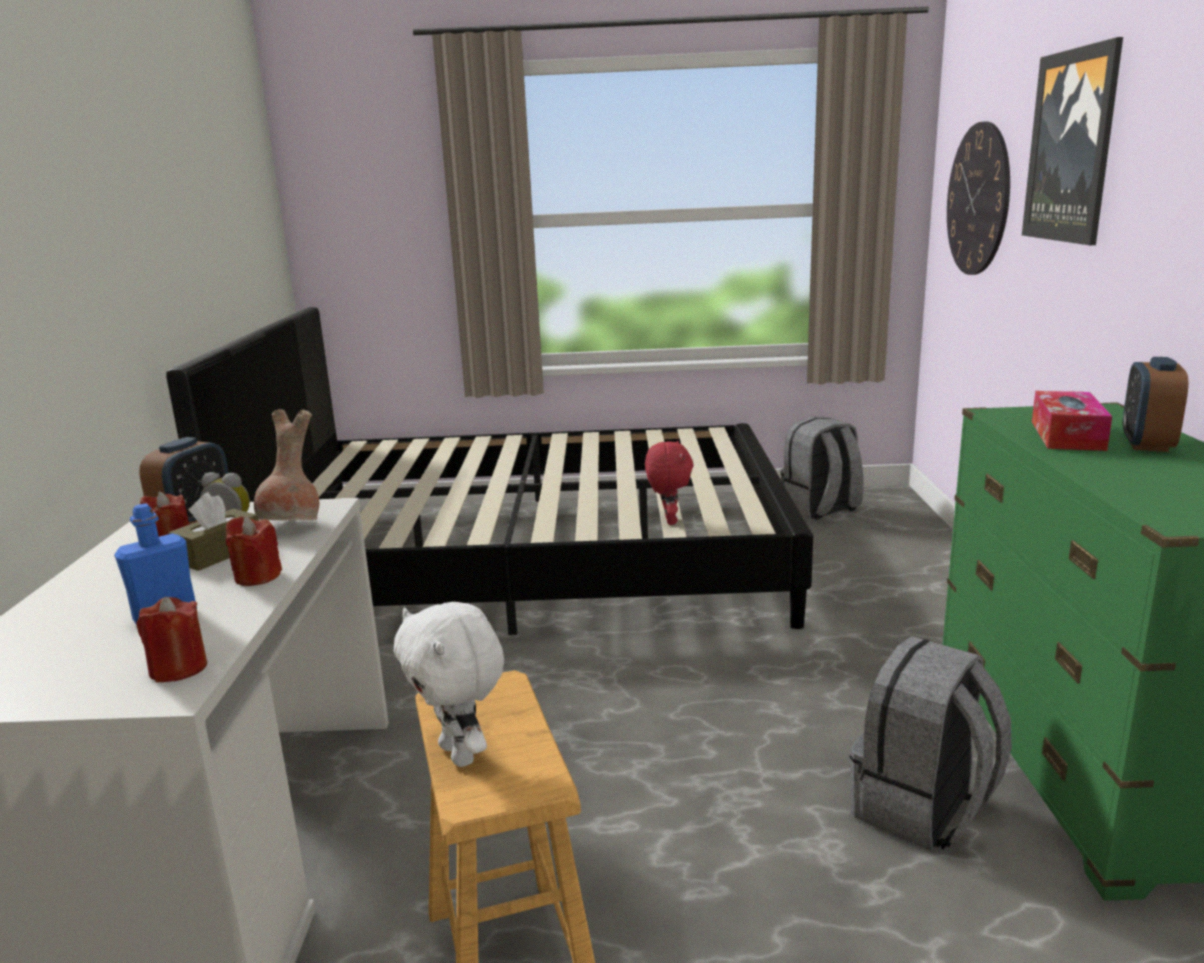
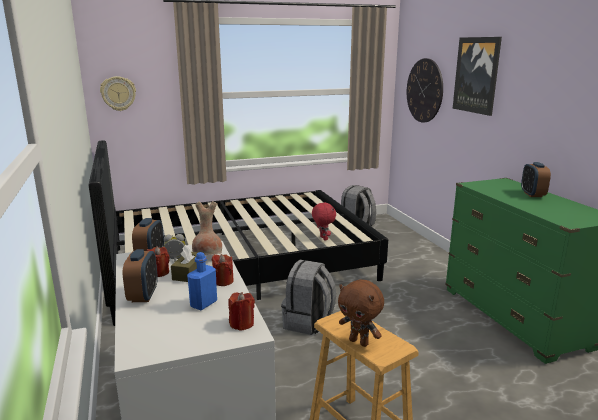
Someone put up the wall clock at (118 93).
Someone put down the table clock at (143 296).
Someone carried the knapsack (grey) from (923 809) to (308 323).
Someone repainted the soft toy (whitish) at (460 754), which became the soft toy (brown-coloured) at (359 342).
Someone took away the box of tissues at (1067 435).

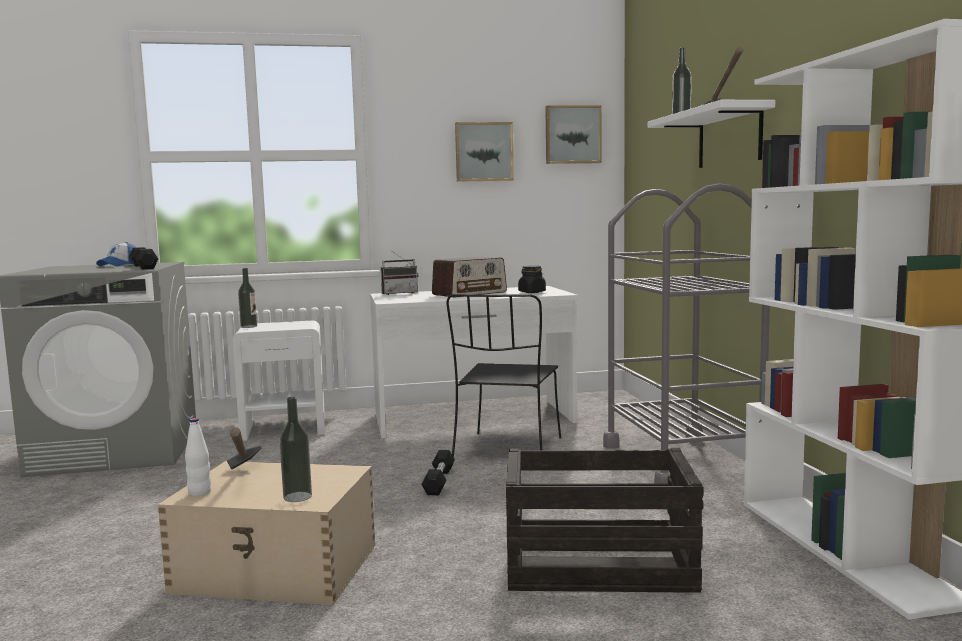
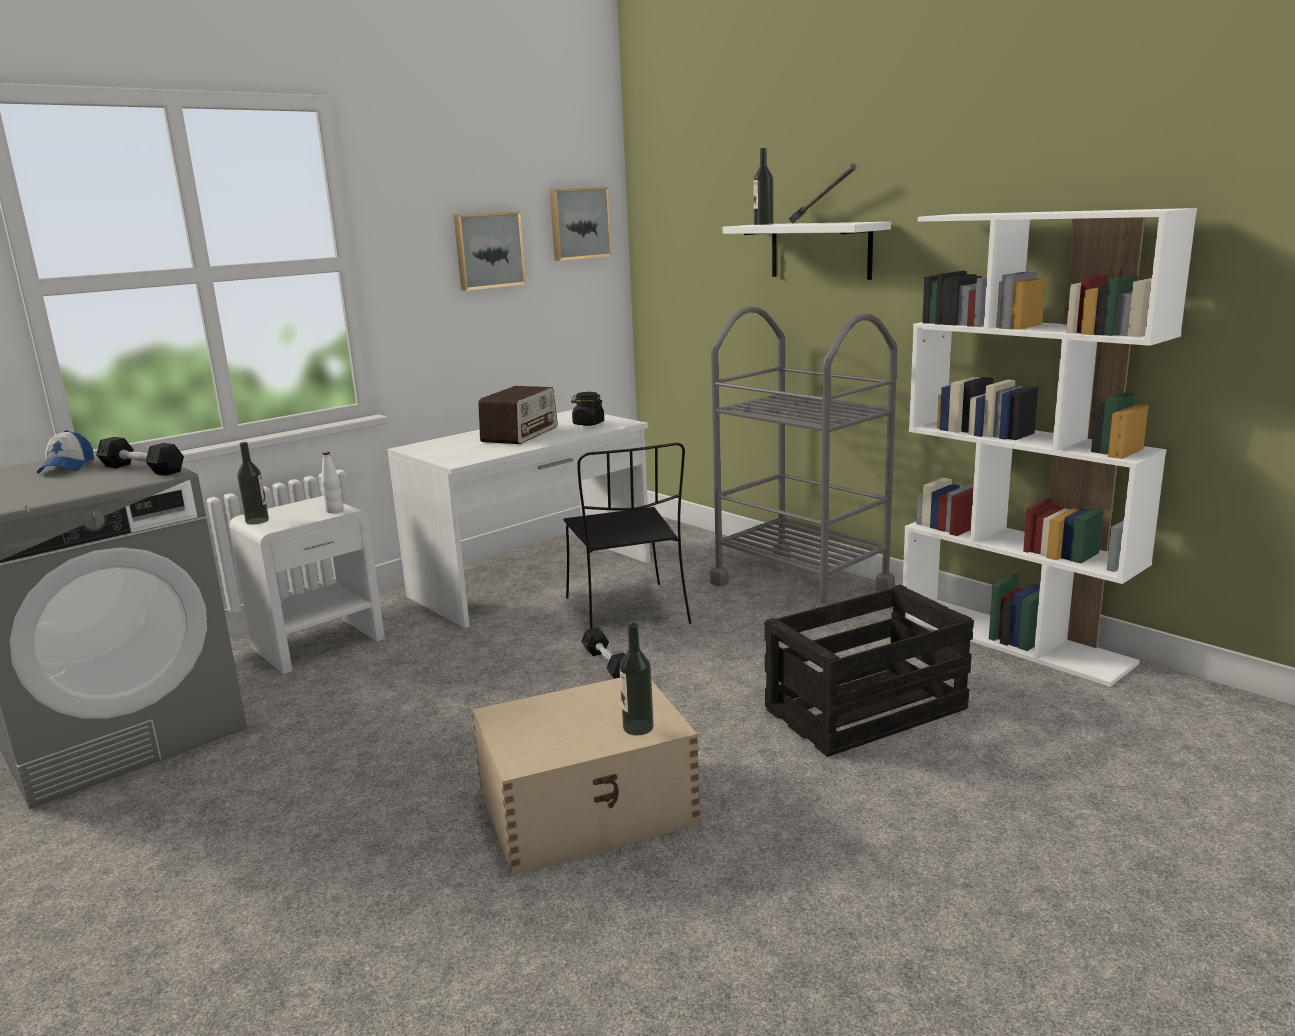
Someone carried the bottle (whitish) from (199 492) to (334 510).
Someone took away the hand hammer at (244 480).
Someone took away the radio at (399 293).

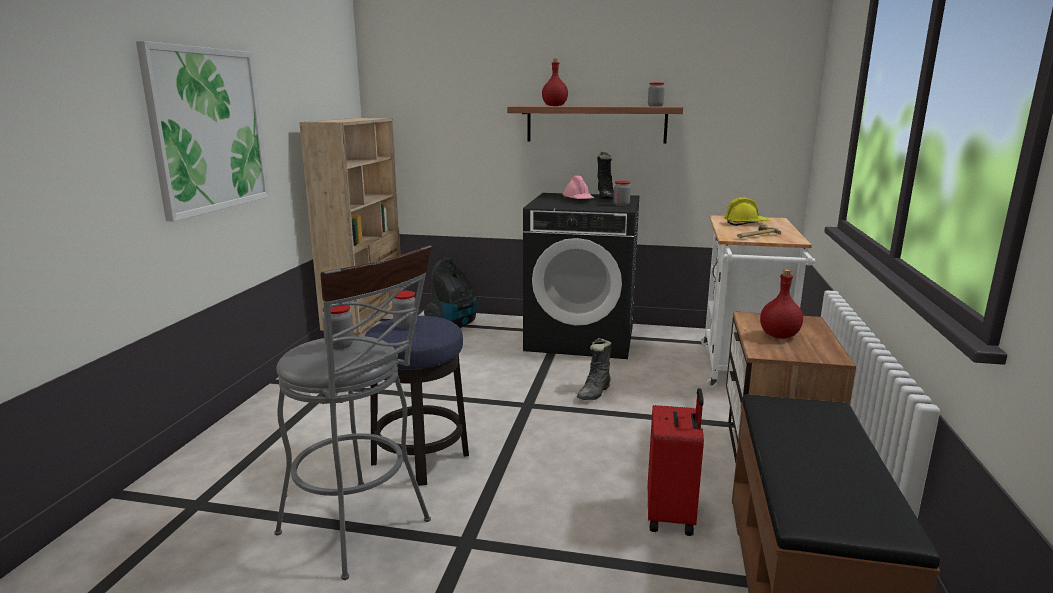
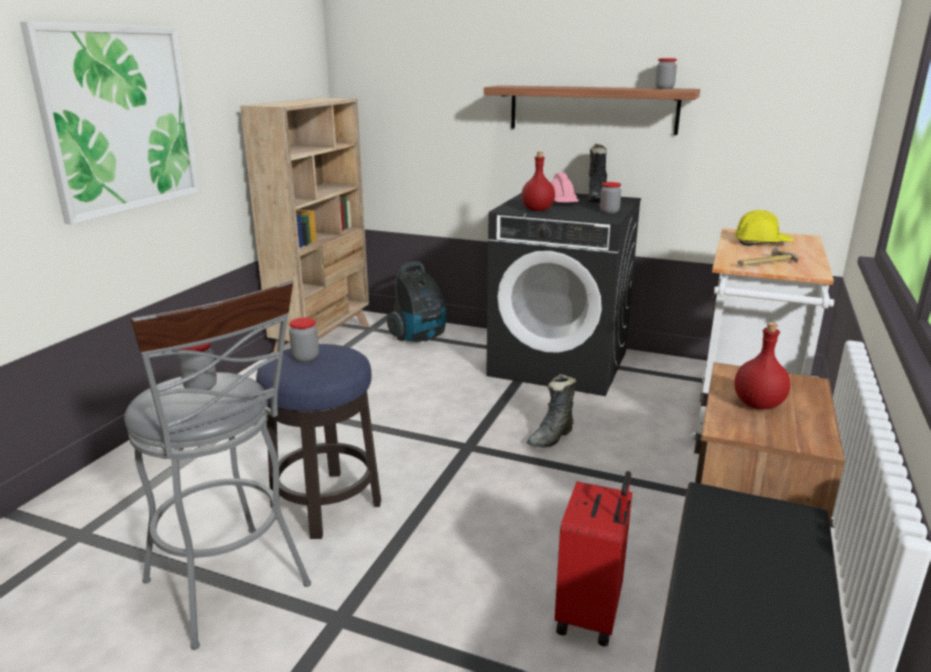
Someone carried the bottle (red-coloured) from (555 106) to (538 210).

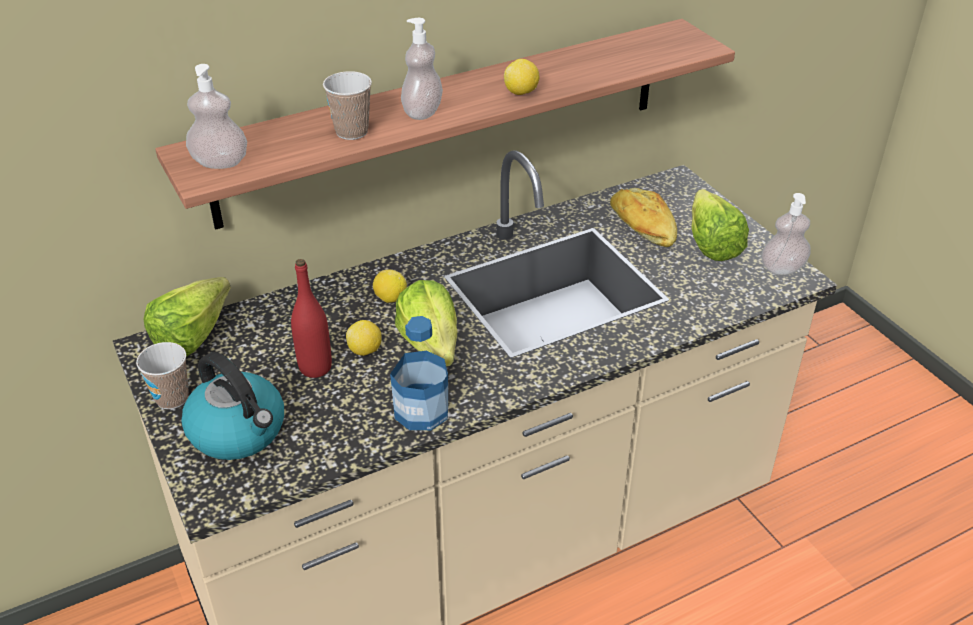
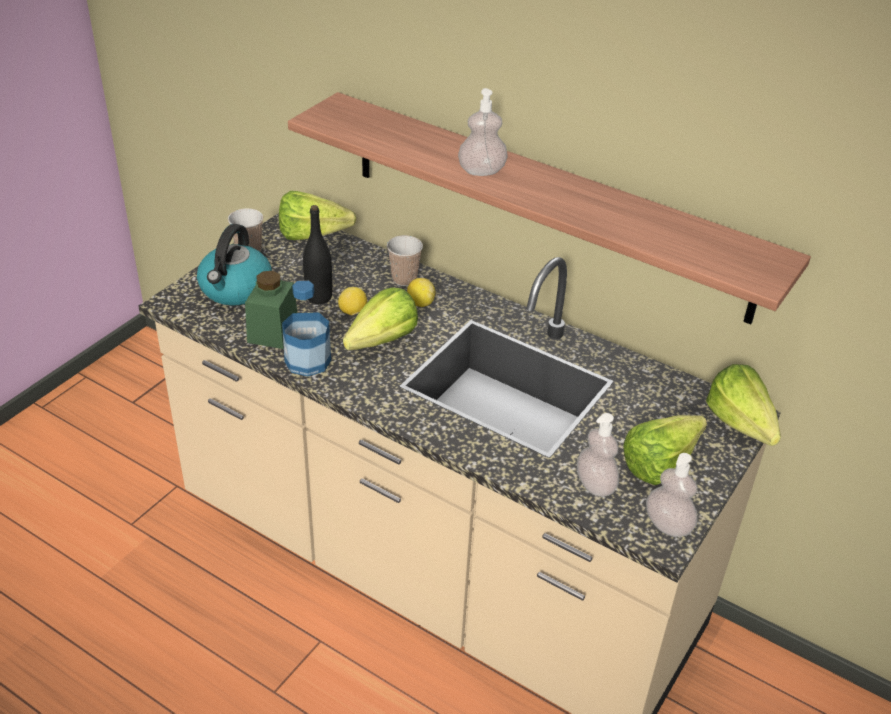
Someone put down the storage jar (green) at (273 331).
Someone repainted the bottle (red-coloured) at (315 367), which became the bottle (blackish) at (319 297).
Someone carried the cup from (352 132) to (404 279).
Someone carried the liquid soap bottle from (220 162) to (595 485).
Someone put down the head of lettuce at (742 430).
Someone took away the whole lemon at (521 92).
Someone took away the baked bread at (641 228).

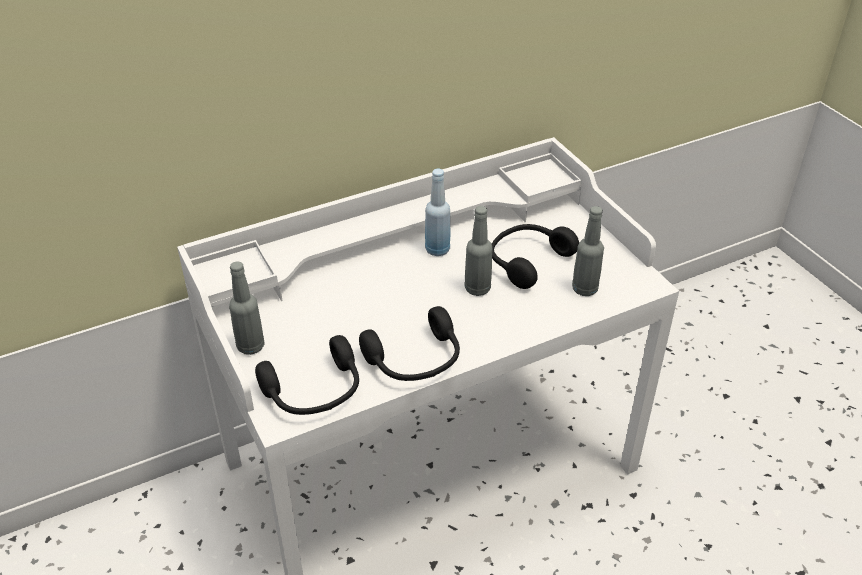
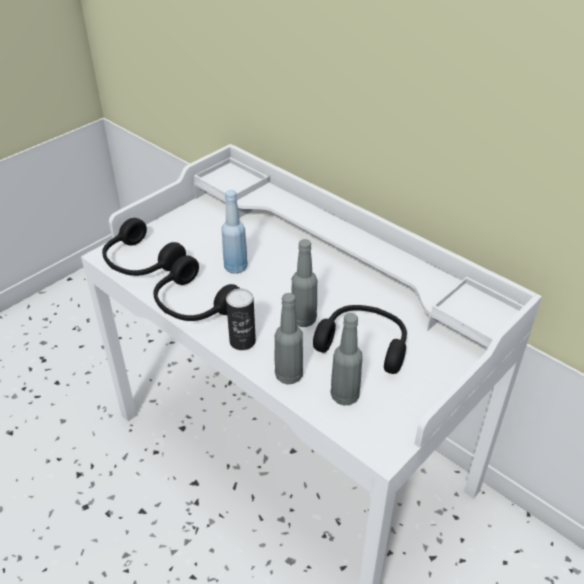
Someone carried the bottle (blue) from (437 250) to (235 267).
Someone put down the metal can at (242 341).
Someone carried the bottle (grey) from (251 346) to (289 375).

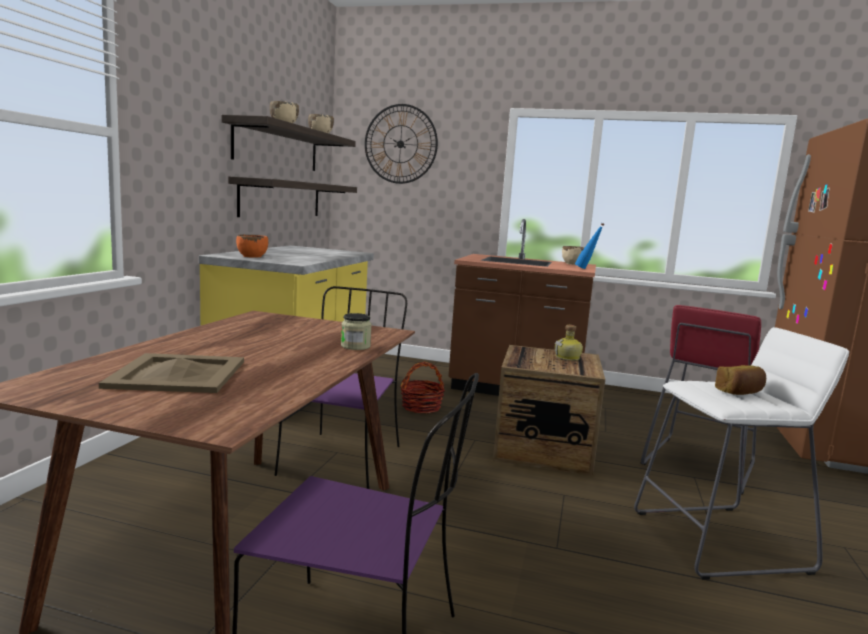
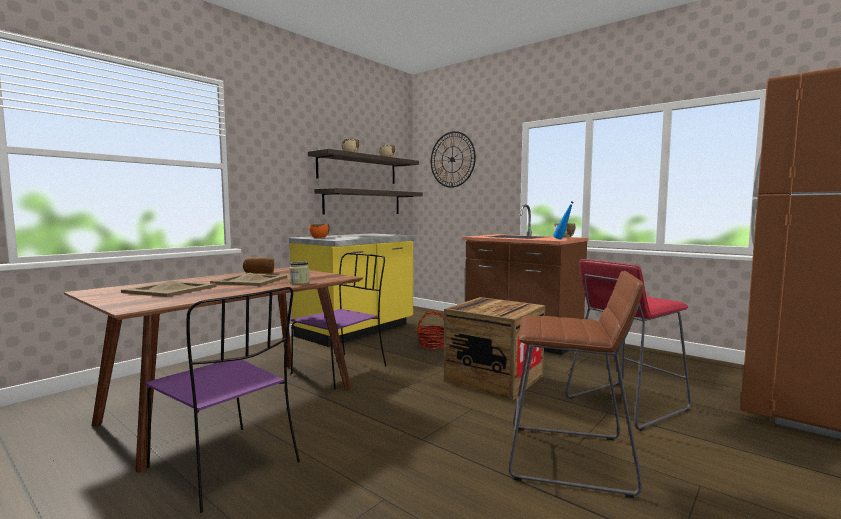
Someone put down the carrying tray (beige-coloured) at (251 280).
Someone carried the baked bread from (740 392) to (259 273).
Someone repainted the sitting stool (whitish) at (720 541), which became the sitting stool (brown-coloured) at (569 458).
Someone took away the bottle at (568 358).

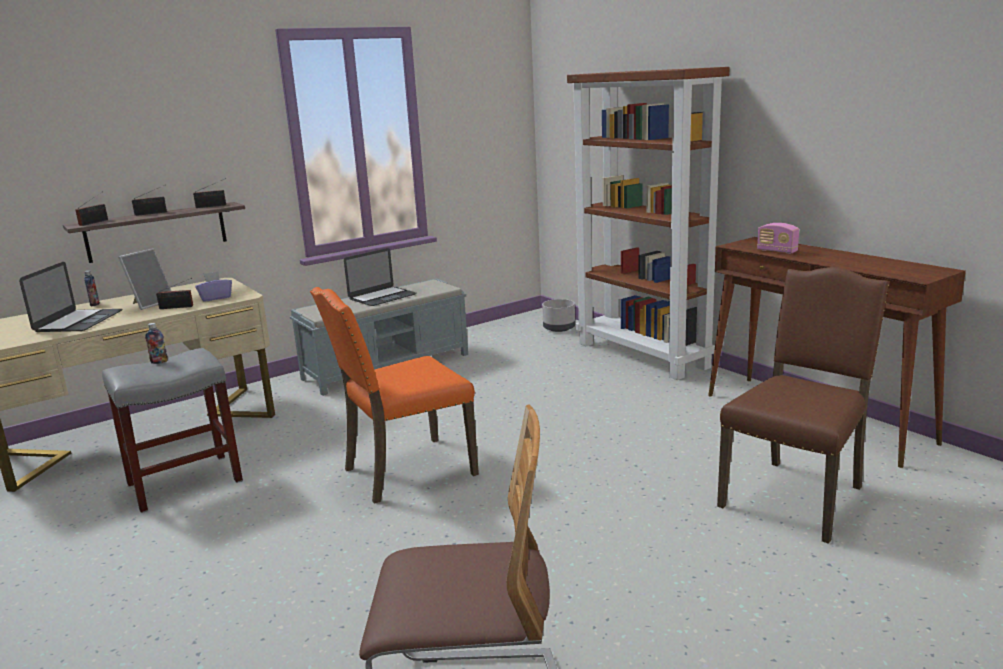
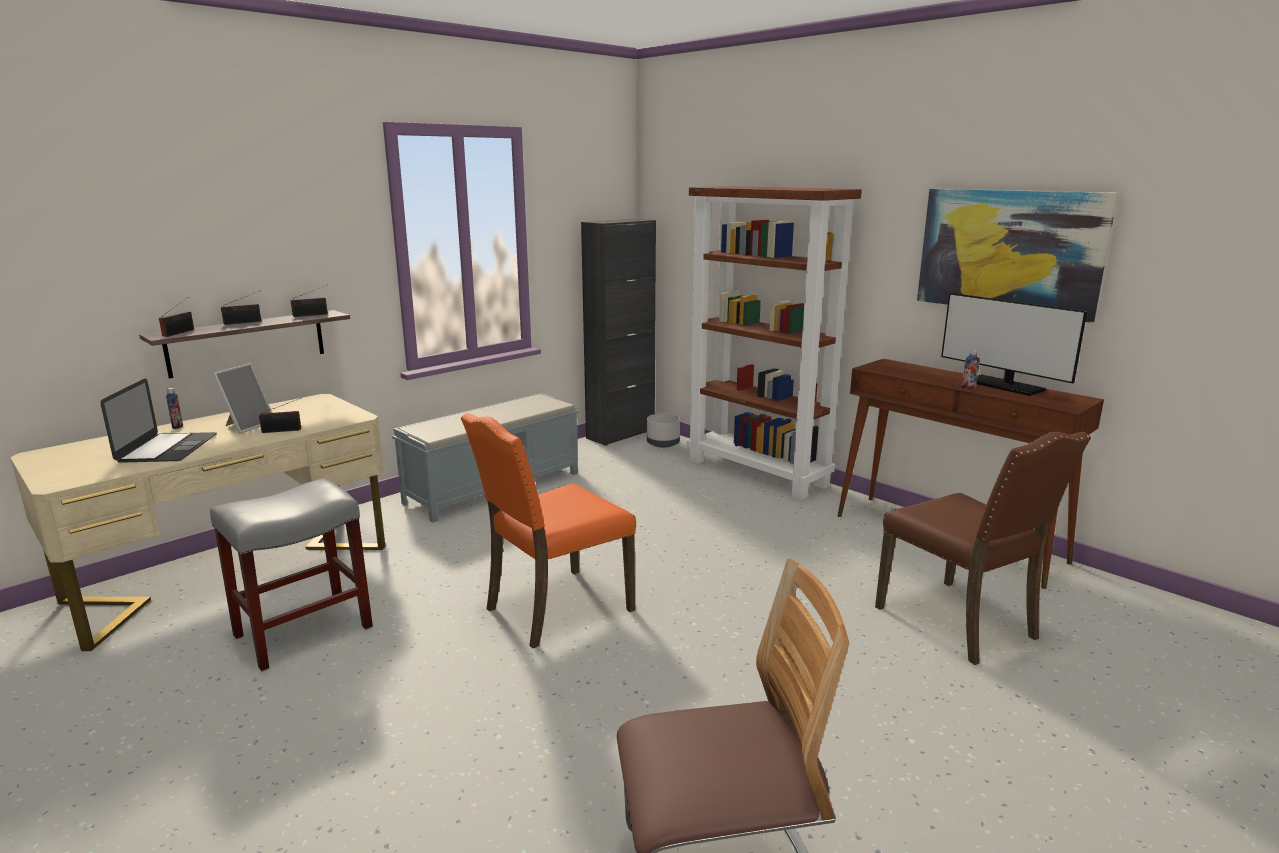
Someone put down the cupboard (blackish) at (620 434).
Someone rotated the upright chair (brown-coloured) at (796 496) by 120 degrees clockwise.
Someone put up the picture at (1009 251).
Someone put down the computer display at (1004 386).
Someone carried the bottle from (159 362) to (968 387).
Someone took away the box of tissues (purple-coloured) at (215 298).
Someone took away the notebook computer at (382 296).
Someone took away the radio at (777 251).

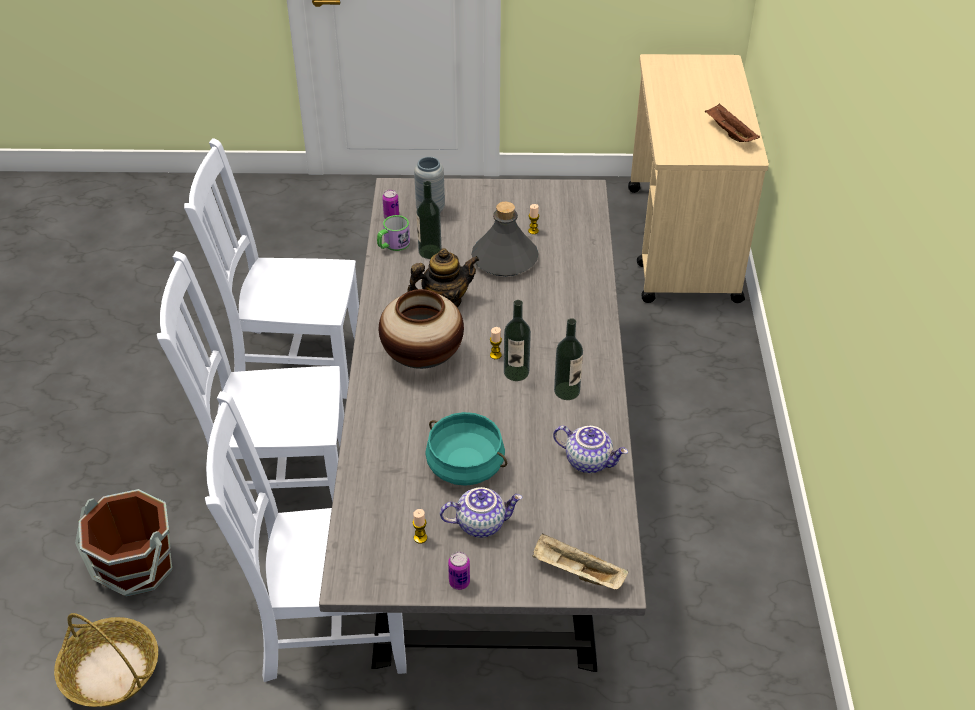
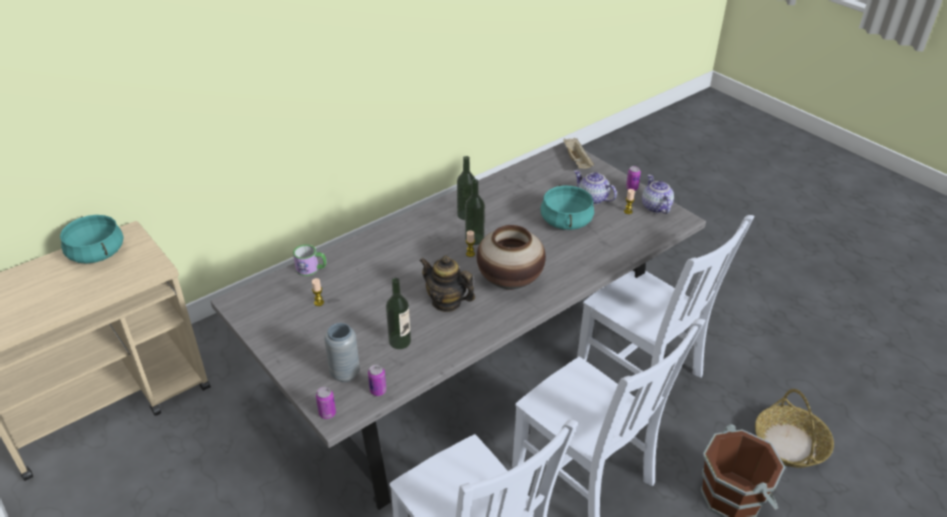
Someone swapped the carrying tray (brown-coloured) at (729 133) for the stockpot (turquoise-coloured) at (97 253).
Someone carried the mug from (393 245) to (311 269).
Someone put down the metal can at (327 413).
Someone carried the pot for tea from (589 461) to (655 207).
Someone took away the bottle (grey) at (504 259).

